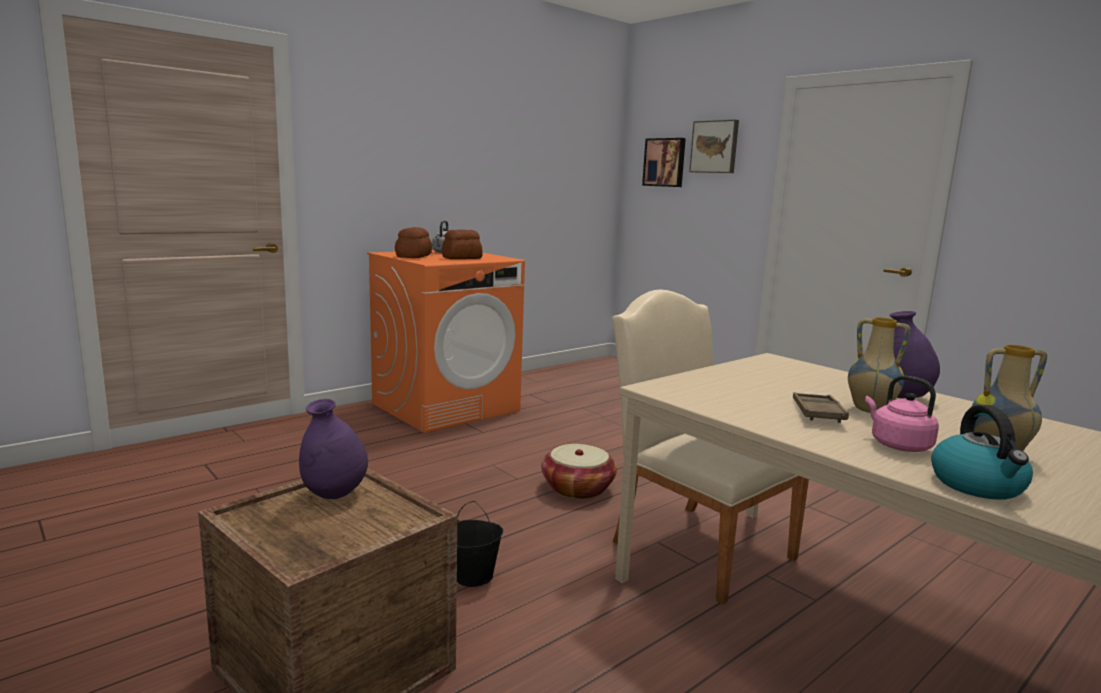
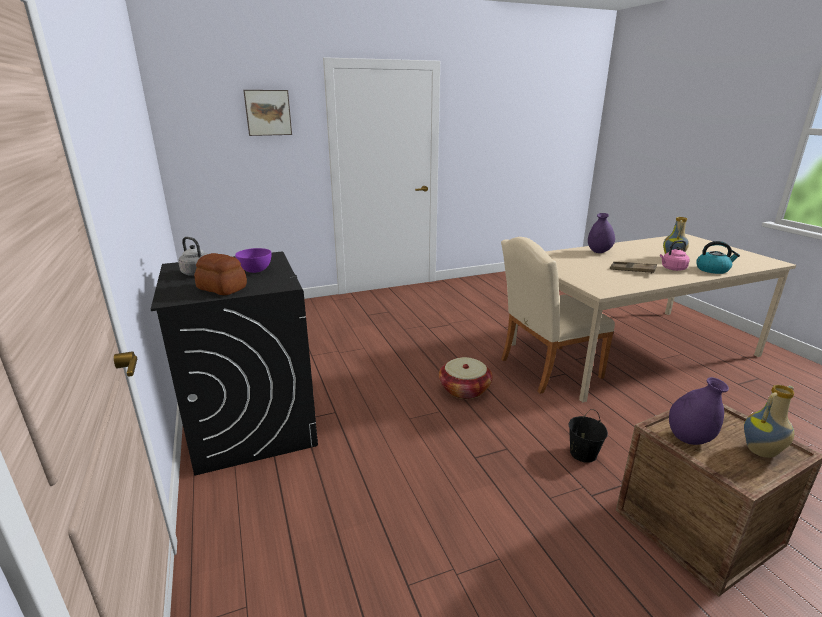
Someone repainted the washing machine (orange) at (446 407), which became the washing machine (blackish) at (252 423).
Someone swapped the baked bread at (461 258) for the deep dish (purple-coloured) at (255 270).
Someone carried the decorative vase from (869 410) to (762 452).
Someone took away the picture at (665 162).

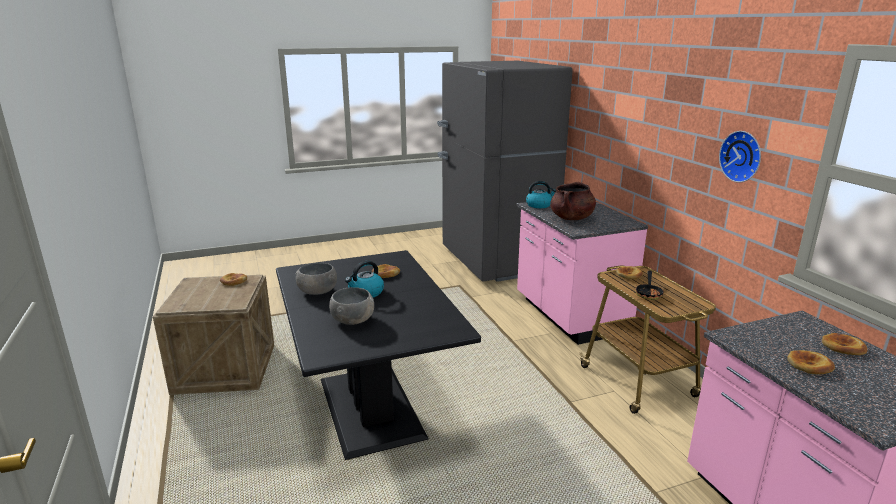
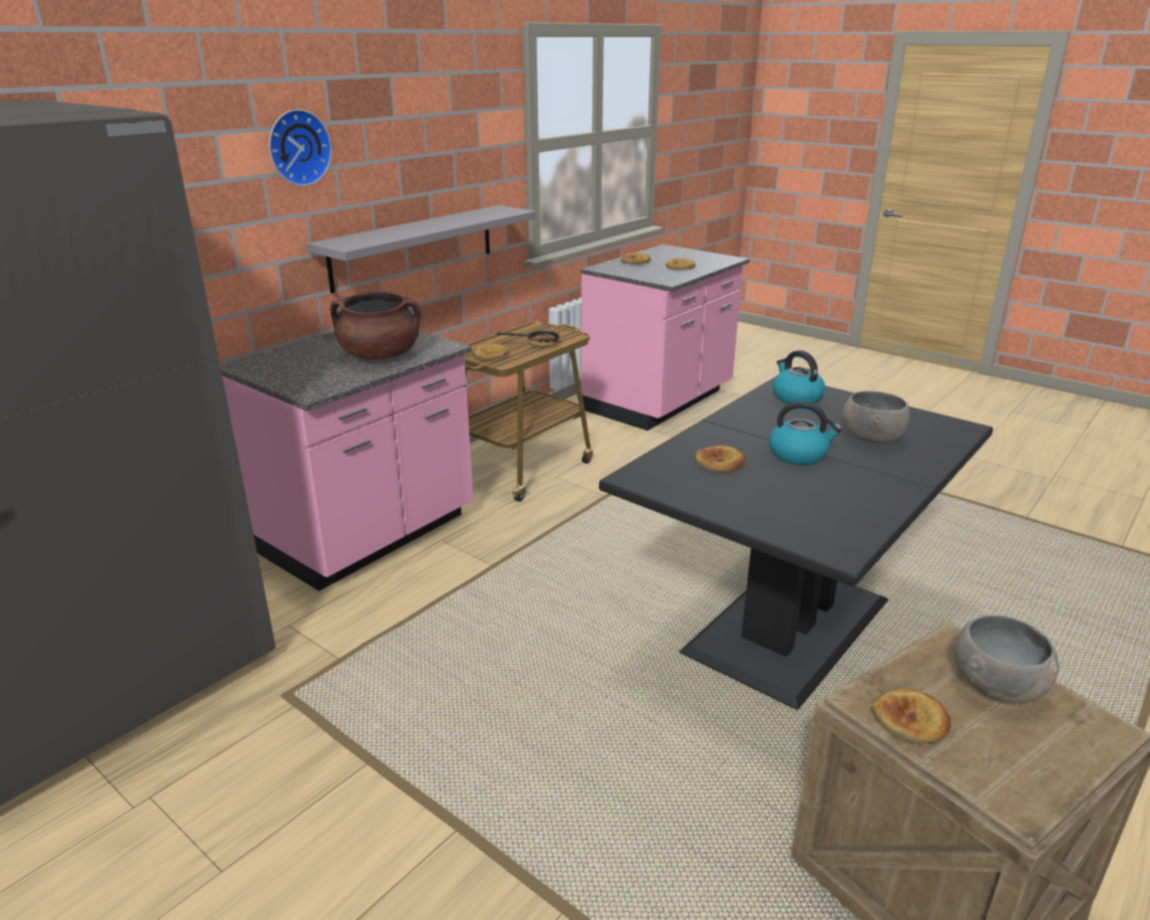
Someone carried the wall clock from (742 156) to (297 147).
Someone put up the wall shelf (grey) at (414 247).
Someone carried the kettle from (539 205) to (796 397).
Someone carried the deep dish (grey) from (317 291) to (997 684).

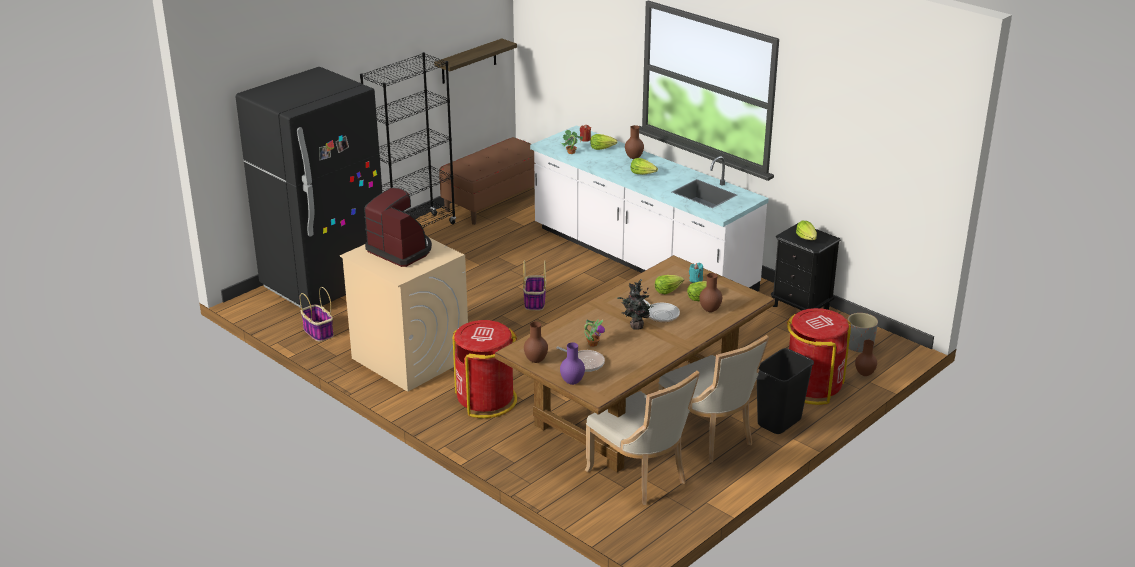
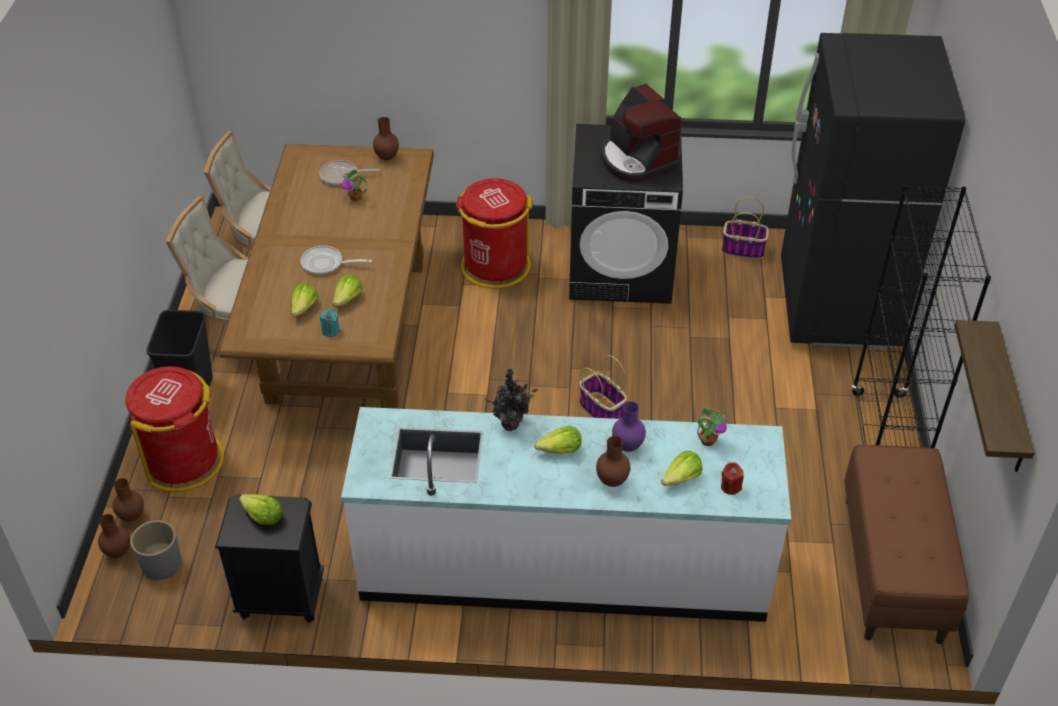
Someone carried the decorative vase (brown-coloured) from (710 310) to (117 553).
Someone carried the plant in a pot from (635 326) to (511 423).
Someone repainted the washing machine (beige-coloured) at (409 358), which became the washing machine (blackish) at (621 269).
Someone rotated the coffee machine at (401 250) by 60 degrees clockwise.
Someone carried the decorative vase (purple-coloured) from (572 382) to (628 447).

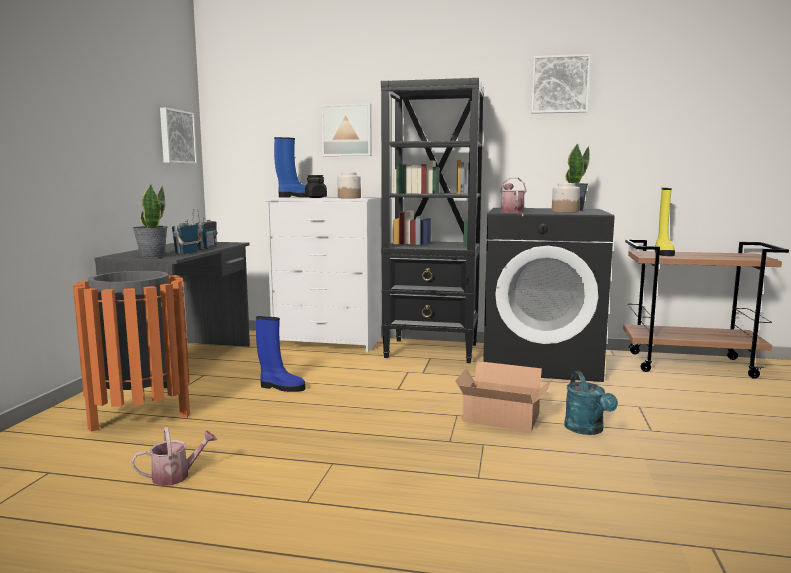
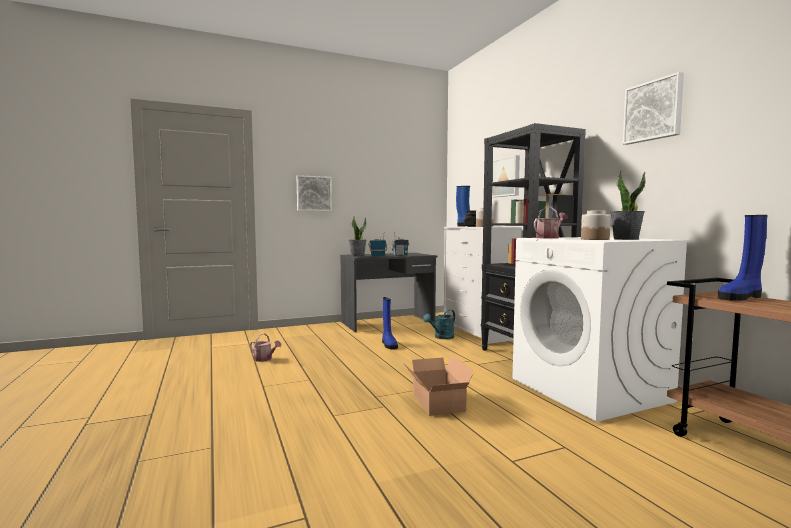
Someone carried the picture from (176 137) to (314 193).
Someone carried the watering can (turquoise-coloured) from (587 430) to (441 337).
Someone repainted the washing machine (blackish) at (541 361), which became the washing machine (whitish) at (590 390).
Someone repainted the high-top boot (yellowish) at (663 253), which became the high-top boot (blue) at (741 297).
Someone took away the rubbish bin (orange) at (140 416).

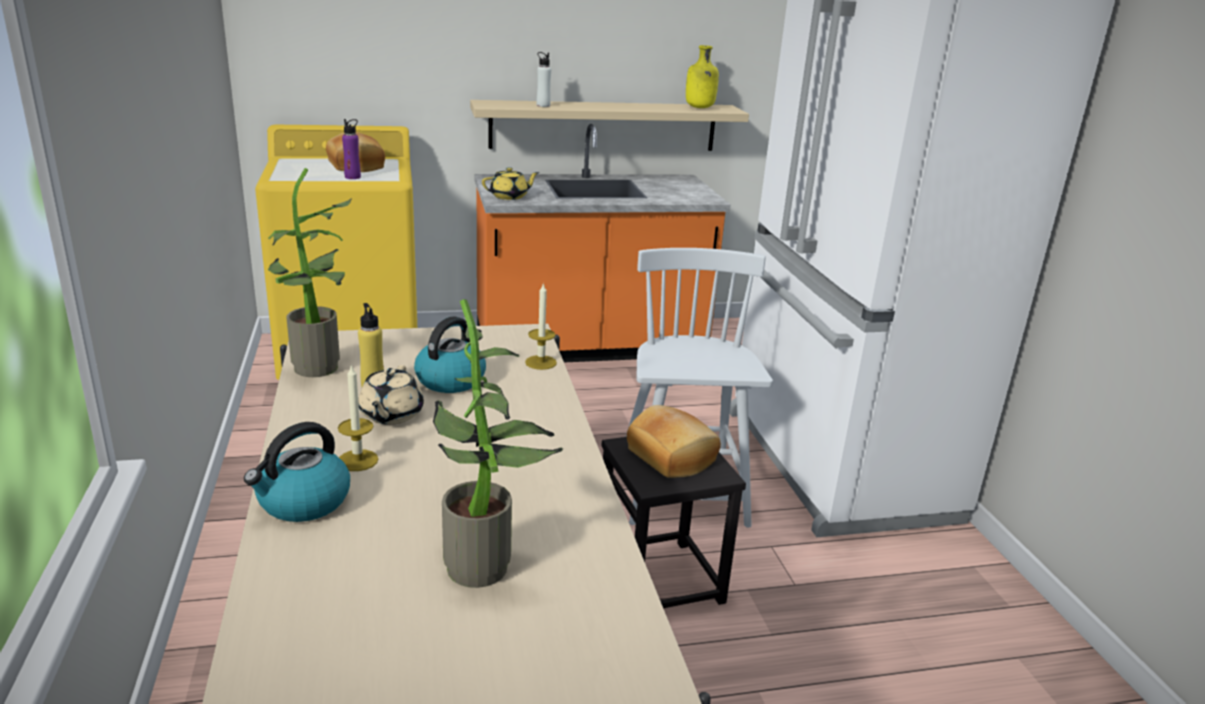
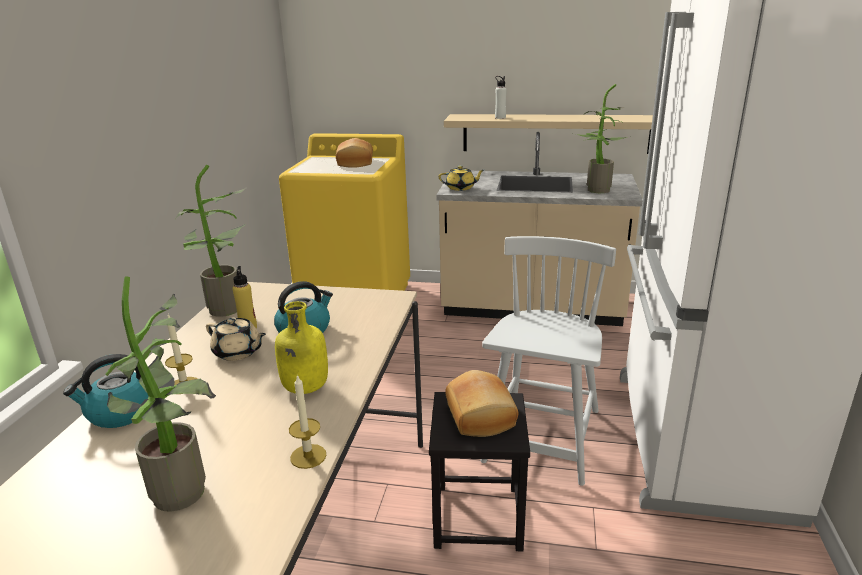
Someone rotated the pot for tea (beige-coloured) at (390 415) by 90 degrees counterclockwise.
Someone carried the bottle (yellowish) from (699 107) to (305 388).
Someone carried the wax light from (541 362) to (308 456).
Someone repainted the kitchen counter (orange) at (590 348), which became the kitchen counter (beige-coloured) at (532 309).
Someone put down the plant in a pot at (595 191).
Someone took away the bottle (purple-coloured) at (352 177).

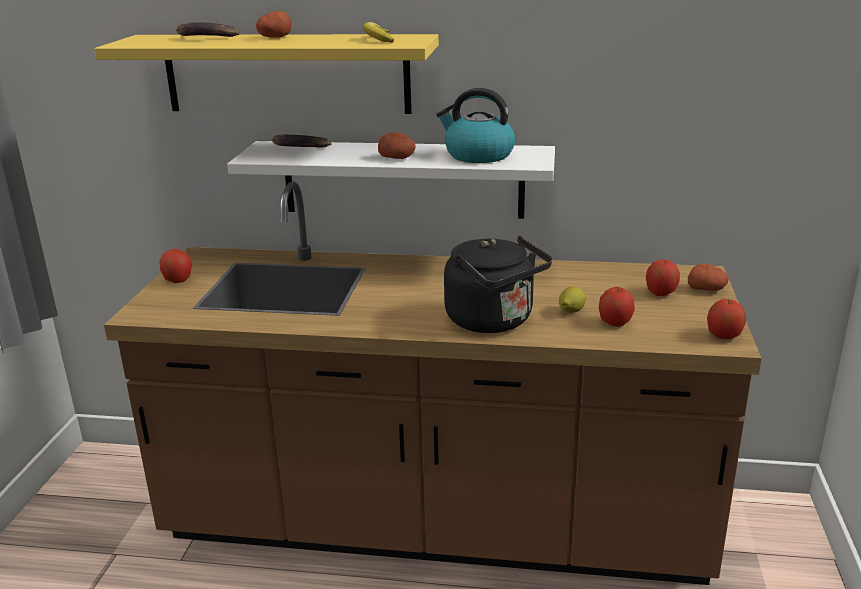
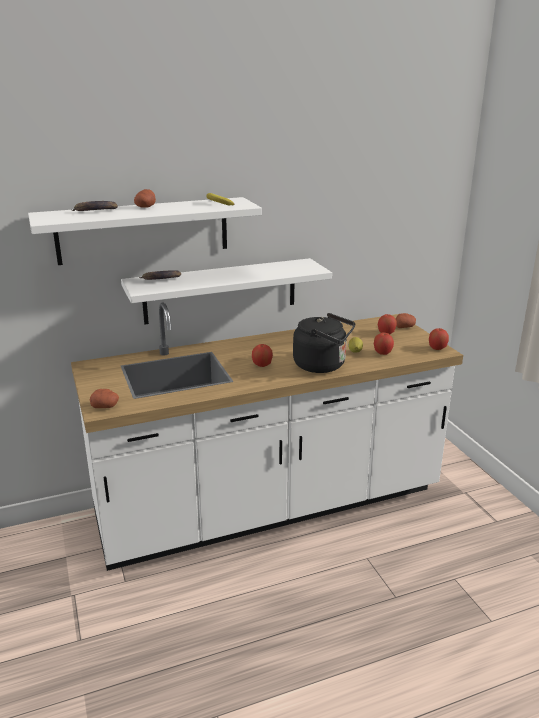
Someone repainted the wall shelf (yellowish) at (286 73), which became the wall shelf (whitish) at (143 230).
Someone repainted the kitchen counter (brown-coloured) at (436 526), which became the kitchen counter (whitish) at (269 507).
Someone carried the spud from (398 158) to (105 406).
Someone carried the apple from (178 280) to (262 365).
Someone took away the kettle at (478 155).

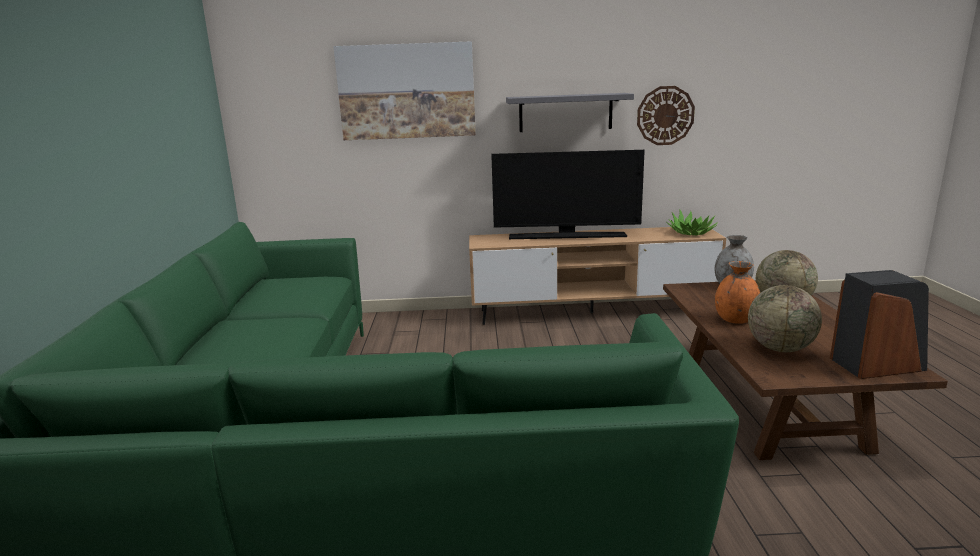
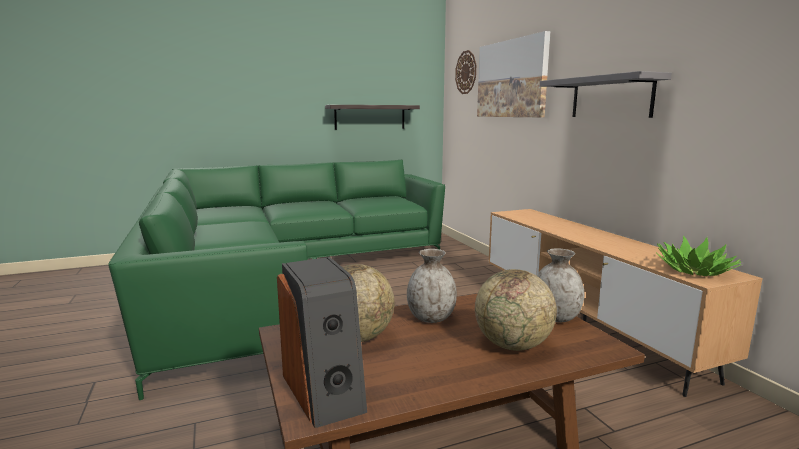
Someone put up the wall shelf at (370 117).
Someone repainted the decorative vase (orange) at (735 320), which became the decorative vase (grey) at (430 318).
Someone carried the wall clock from (665 115) to (466 72).
Someone took away the television at (567 236).

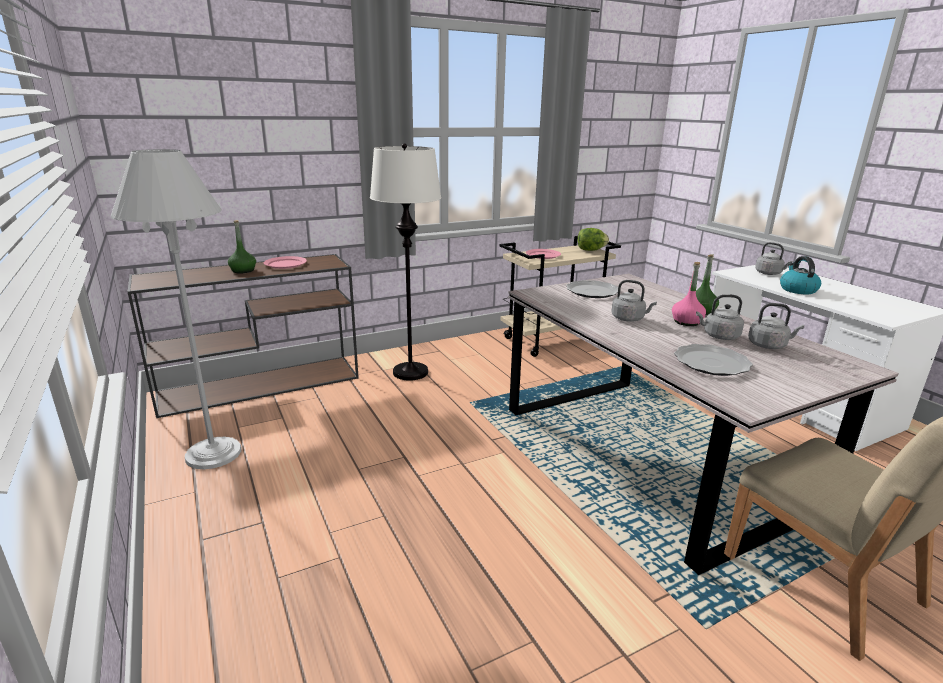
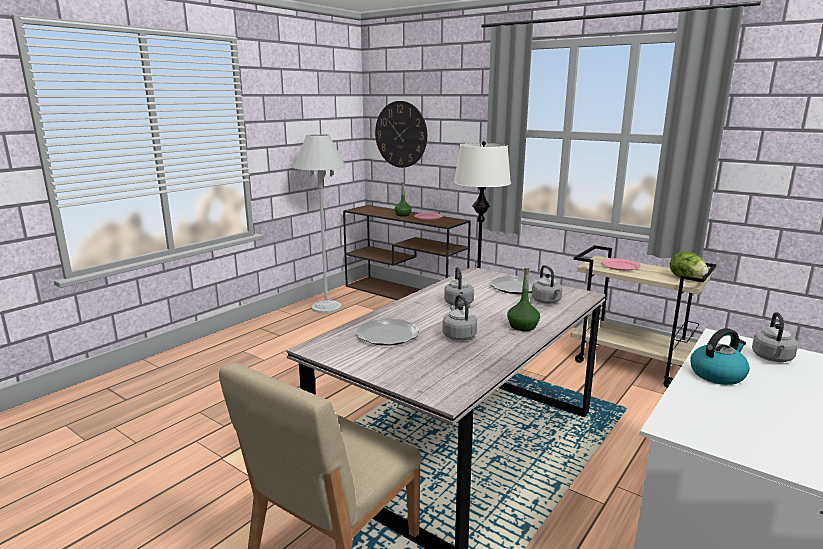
Someone put up the wall clock at (401 134).
Someone carried the kettle (grey) from (769 345) to (547 301).
Someone took away the bottle (pinkish) at (686 322).

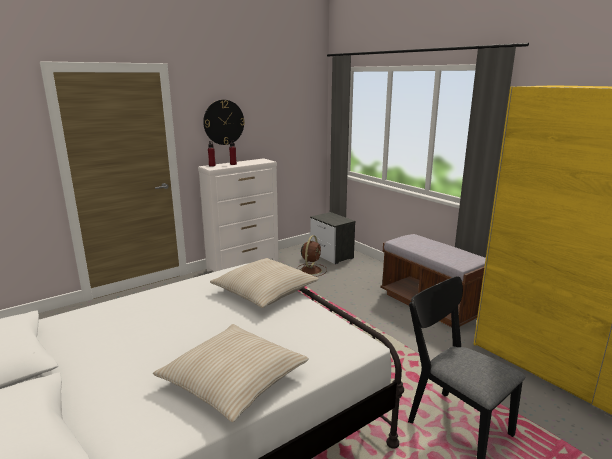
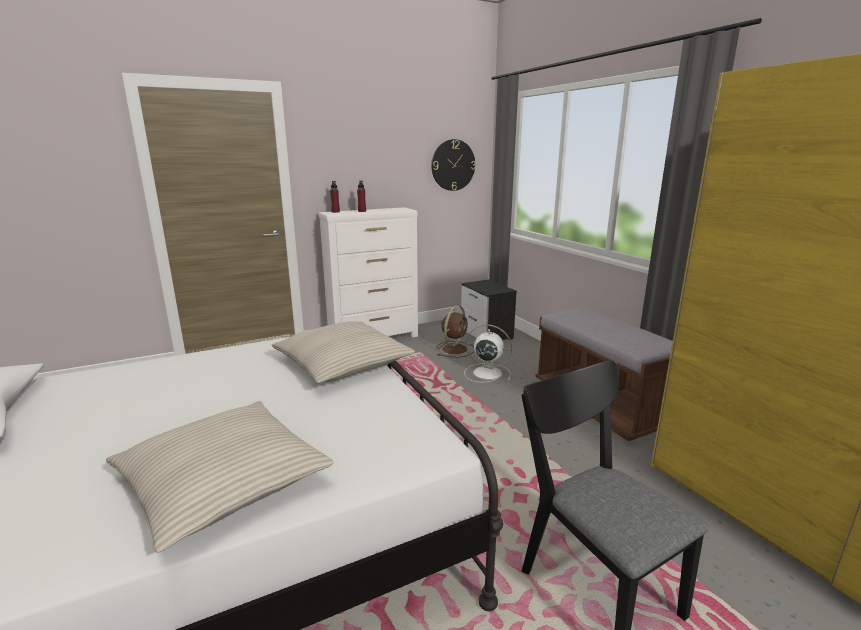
Someone carried the wall clock from (223 122) to (453 165).
Someone put down the cooling fan (whitish) at (486 373).

